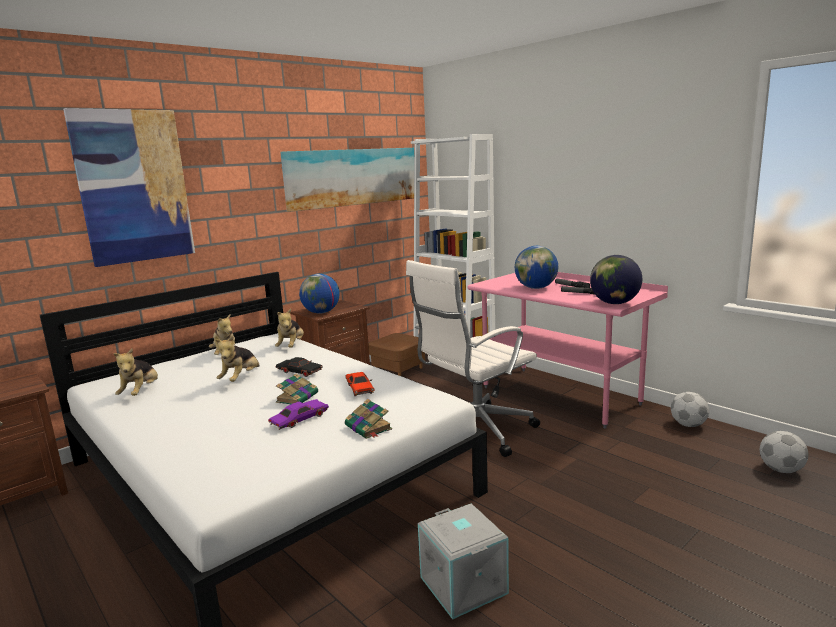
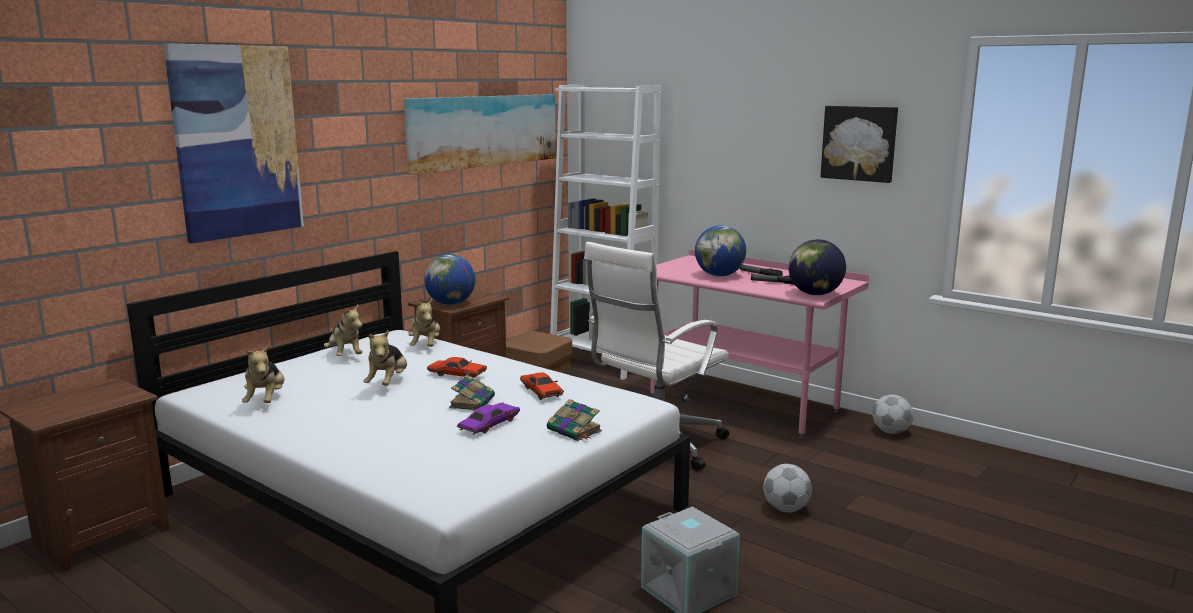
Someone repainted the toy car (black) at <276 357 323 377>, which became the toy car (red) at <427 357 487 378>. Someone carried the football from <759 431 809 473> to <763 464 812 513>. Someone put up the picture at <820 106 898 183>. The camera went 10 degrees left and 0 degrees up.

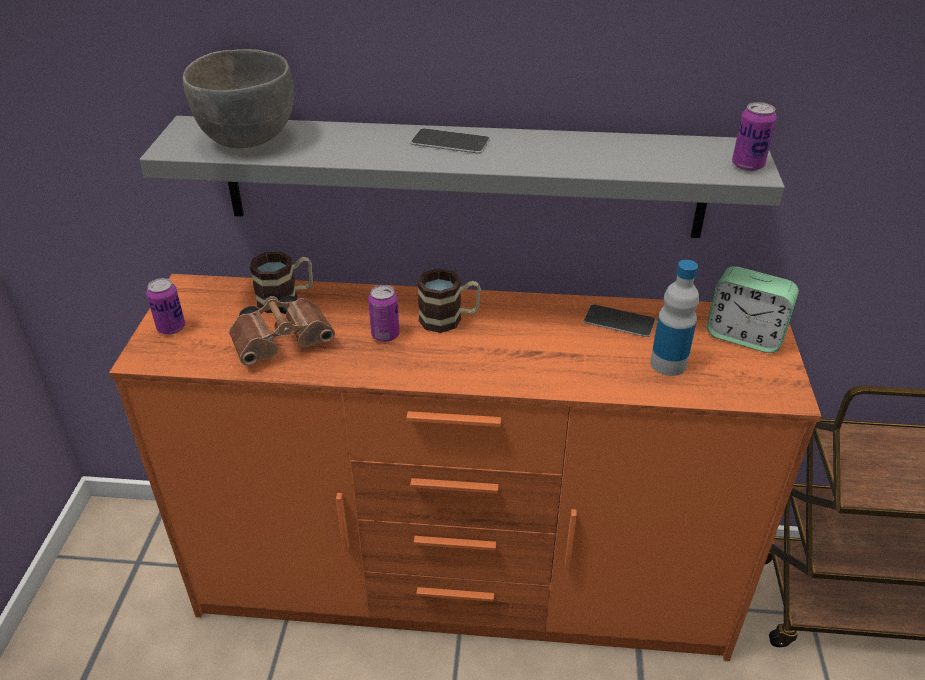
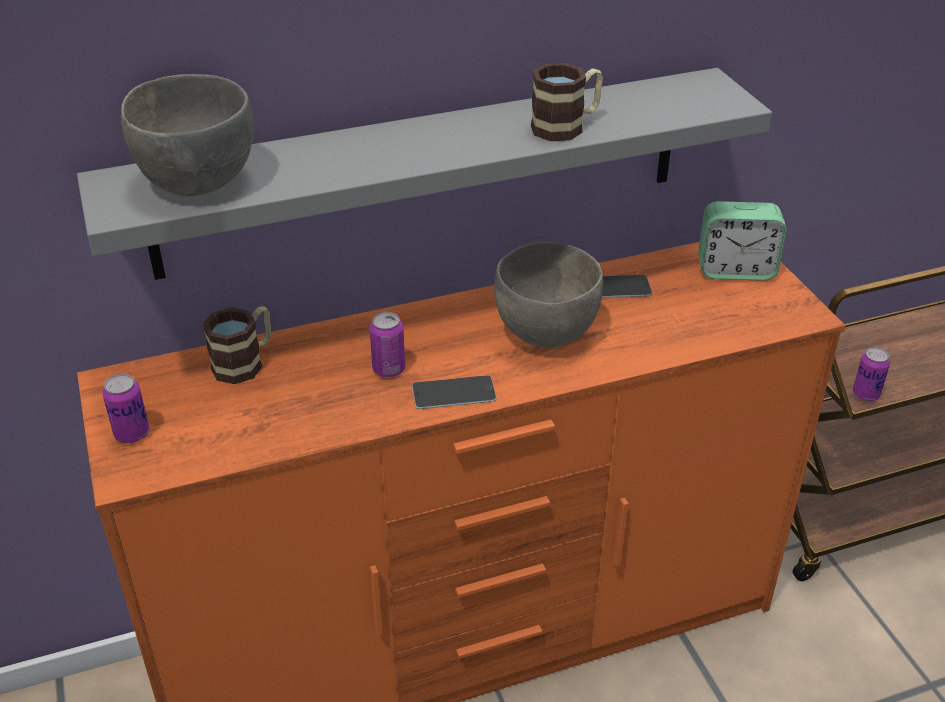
Someone carried the phone from <411 128 490 154> to <412 375 497 409>. Someone put down the bowl (grey) at <494 242 603 348>. Someone carried the mug from <417 268 481 333> to <531 63 603 141>. Someone carried the can from <732 102 777 171> to <853 347 890 401>. Someone took away the binoculars (brown) at <229 296 335 365>. Someone took away the bottle at <650 260 699 376>. The camera went 25 degrees left and 0 degrees up.

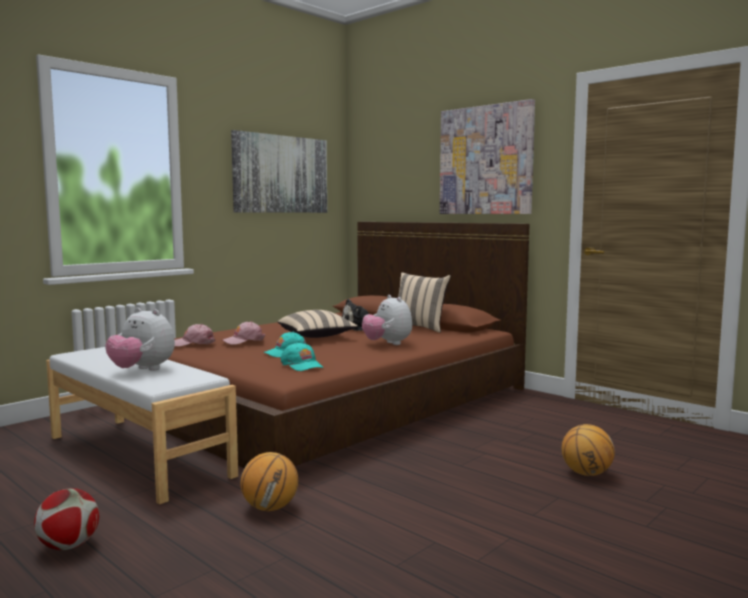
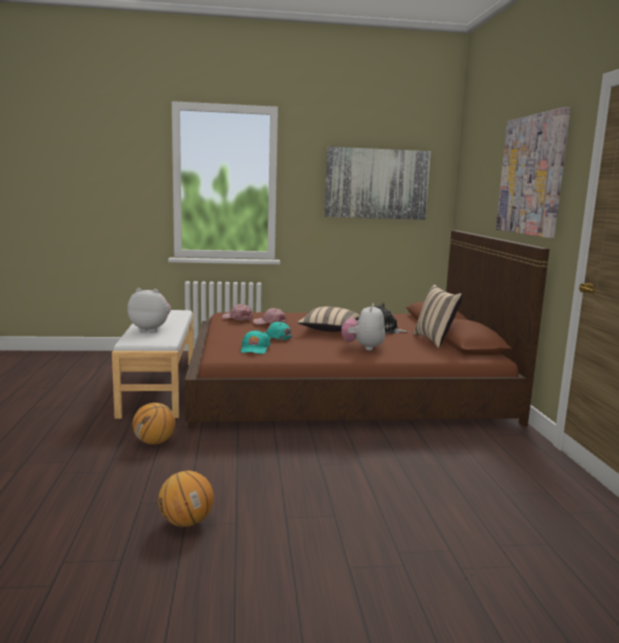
Someone rotated the plush toy at <105 308 175 371> by 120 degrees clockwise. Someone carried the basketball from <562 424 615 476> to <158 471 214 527>. Someone took away the football at <34 488 99 550>. The camera went 40 degrees right and 5 degrees up.

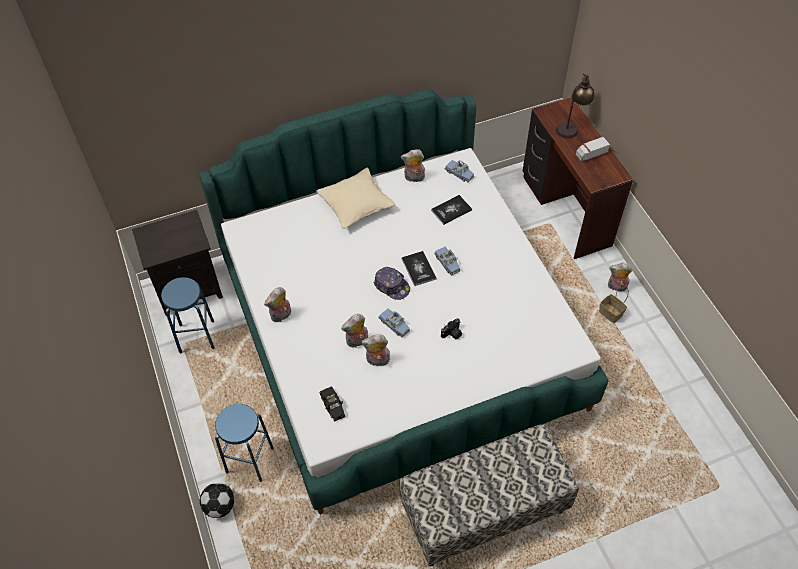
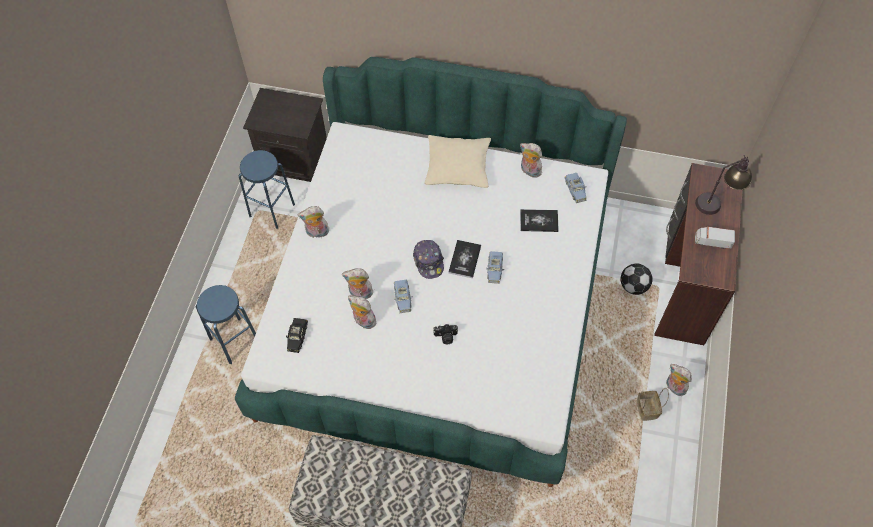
Someone carried the football from <200 483 234 518> to <620 263 653 295>. The camera went 35 degrees right and 5 degrees up.

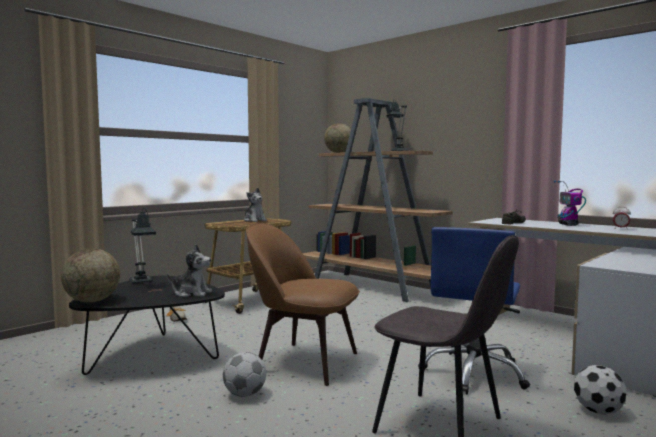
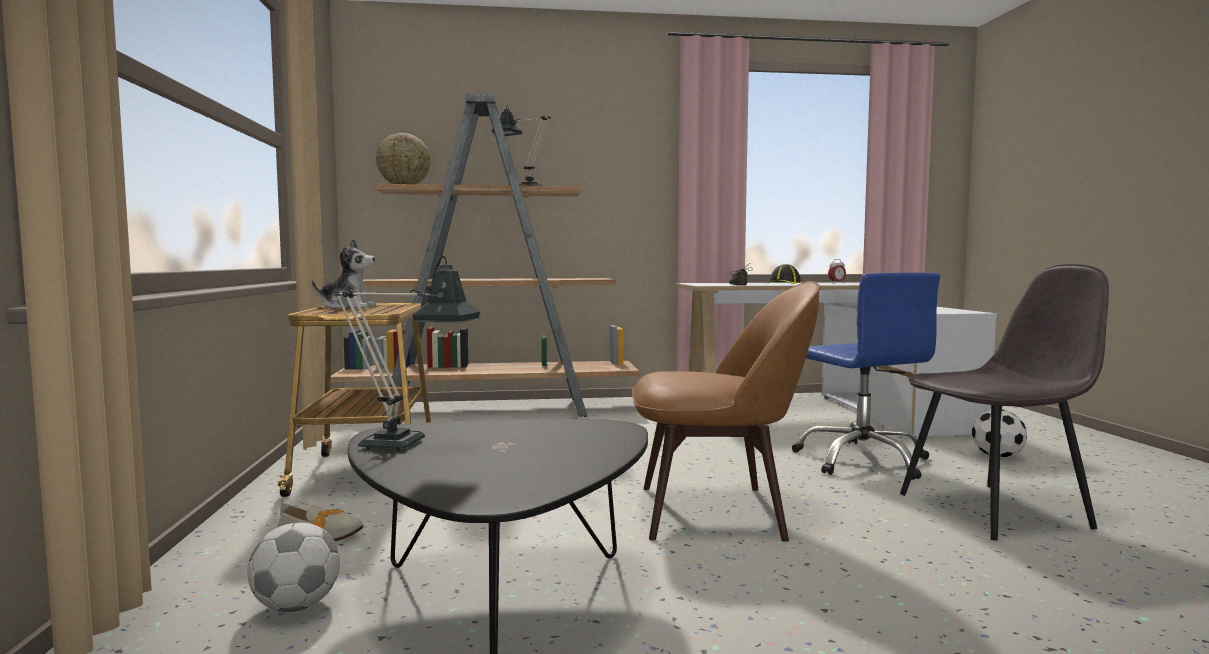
Someone carried the football from <223 352 266 397> to <247 522 340 612>. Someone rotated the chair (brown) at <246 223 360 386> by 150 degrees counterclockwise. Someone swapped the toy robot at <554 181 586 226> for the cap at <769 264 801 284>. Someone took away the globe at <61 248 120 303>. Someone took away the plush toy at <167 244 212 297>. The camera went 50 degrees left and 0 degrees up.

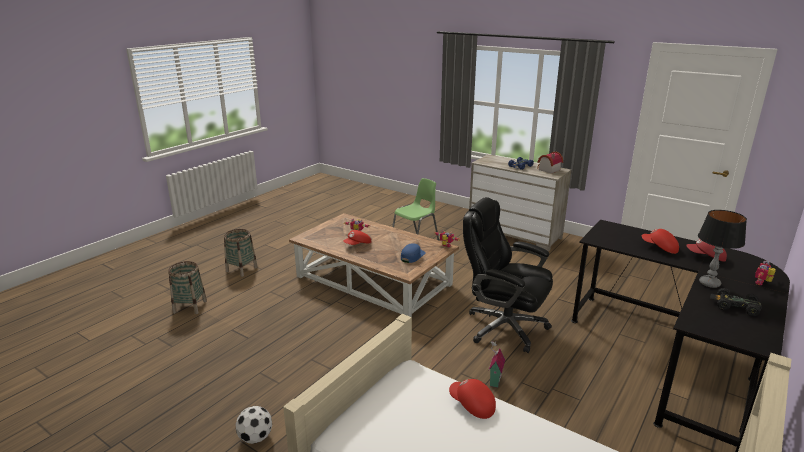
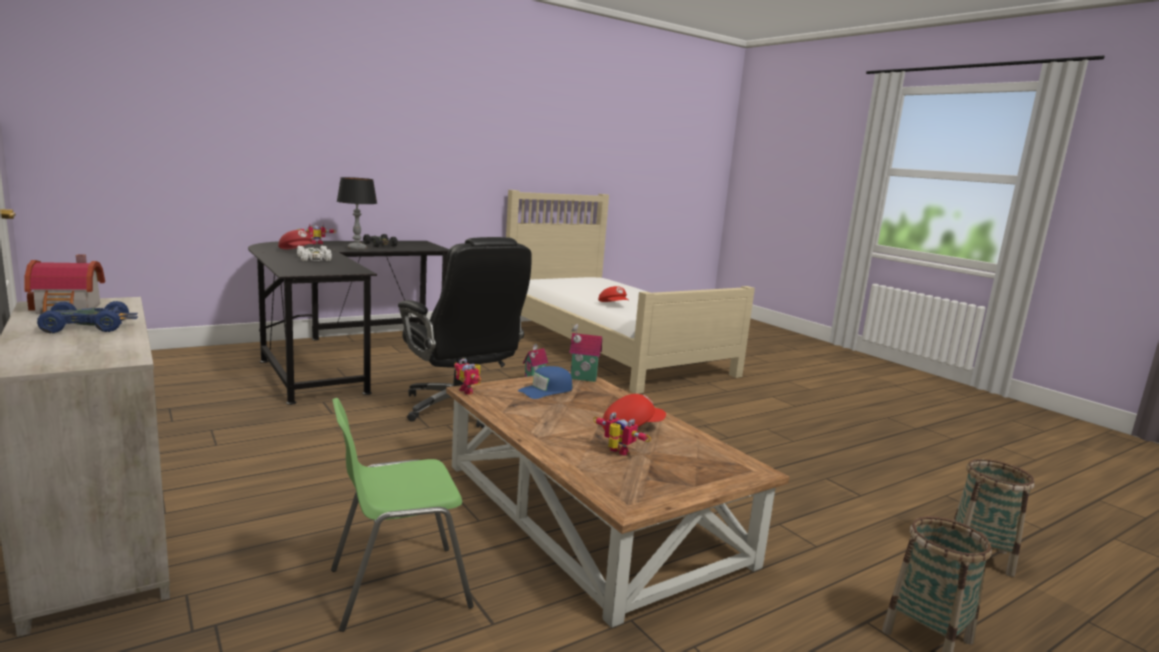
Someone swapped the cap (red) at <642 229 679 254> for the toy car (white) at <297 246 332 261>. Someone put down the toy house at <570 324 602 382>. Someone took away the football at <236 406 272 444>. The camera went 160 degrees left and 10 degrees down.

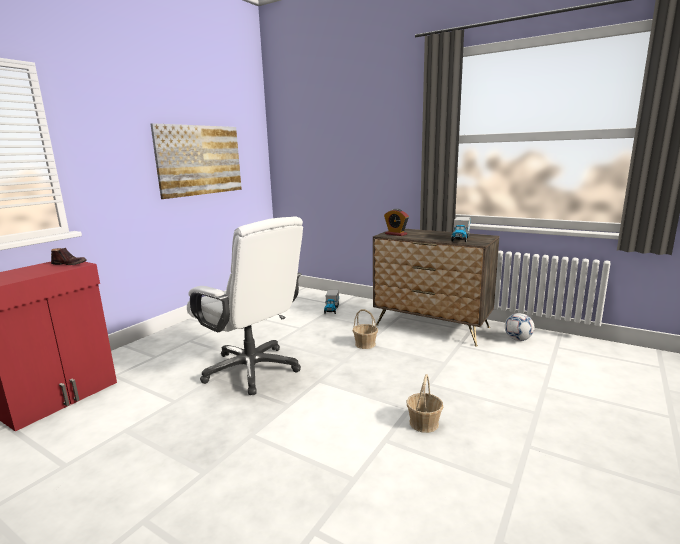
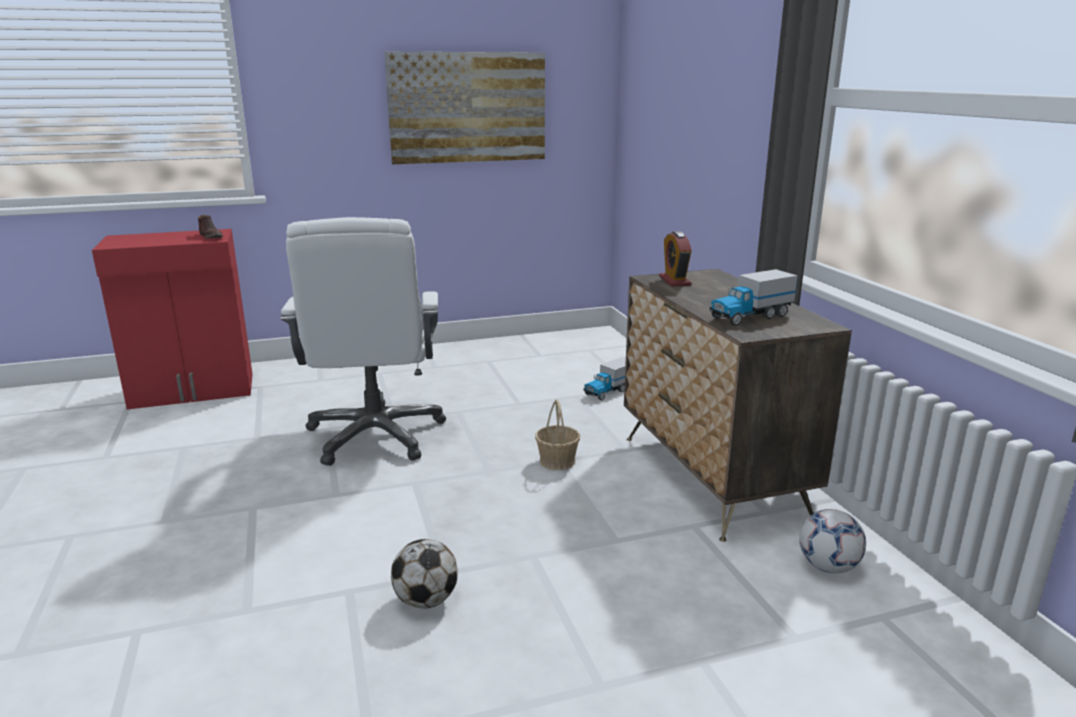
Someone swapped the basket at <407 374 443 433> for the football at <391 539 458 608>. The camera went 40 degrees right and 5 degrees up.

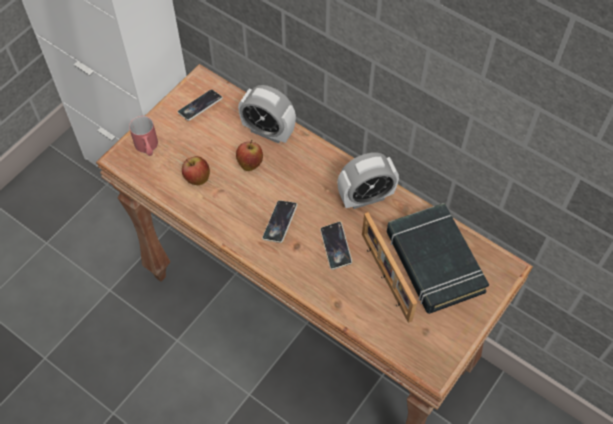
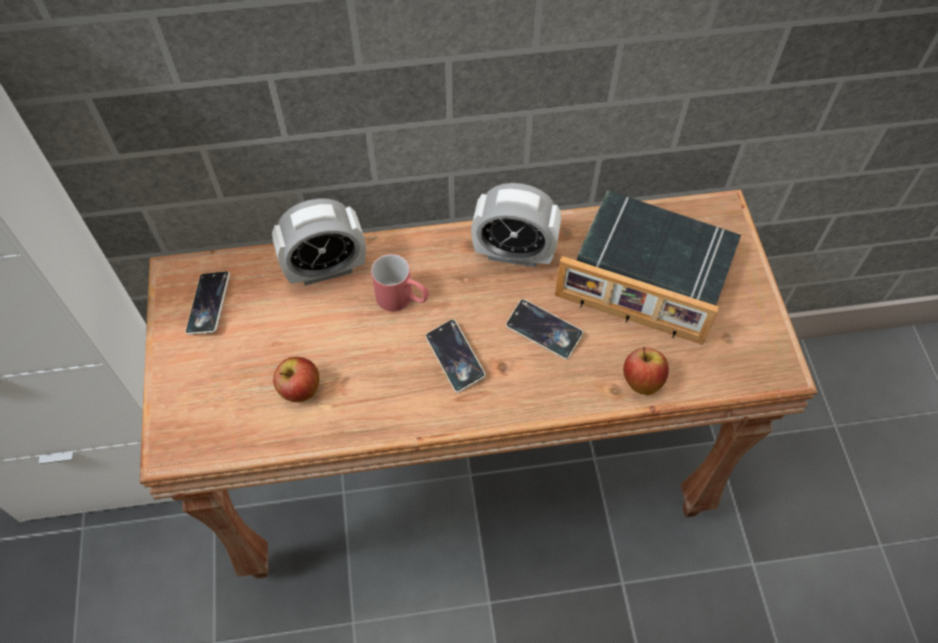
Someone carried the mug (red) from <129 116 158 156> to <371 254 429 311>. Someone rotated the alarm clock at <337 152 399 209> by 75 degrees clockwise. Someone carried the apple from <236 140 263 171> to <623 347 669 395>. The camera went 45 degrees left and 0 degrees up.

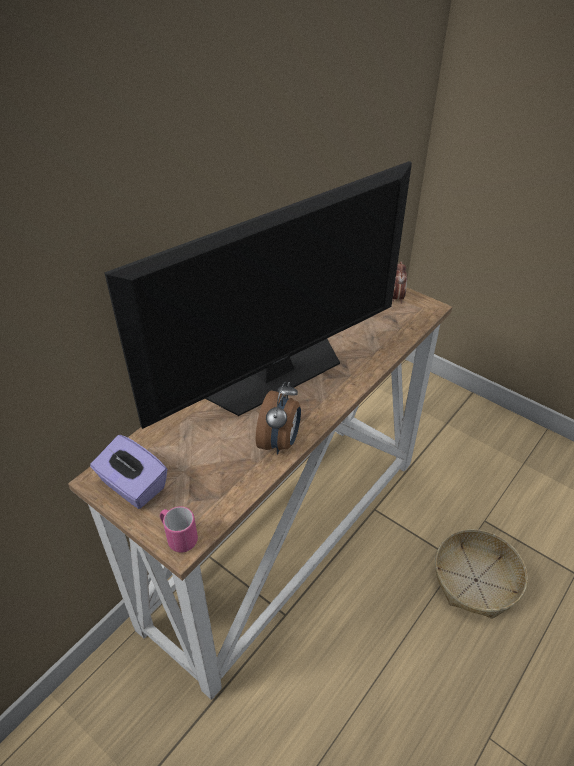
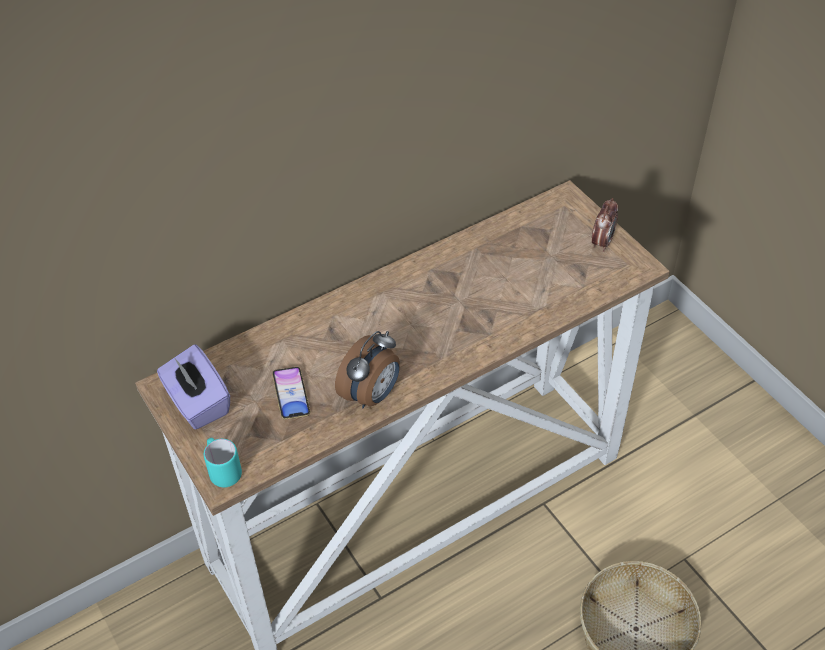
Someone repainted the mug (pink) at <160 506 198 553>, which became the mug (turquoise) at <204 438 242 487>. Someone put down the phone at <272 367 310 420>. Someone took away the television at <104 161 412 429>. The camera went 20 degrees right and 5 degrees up.

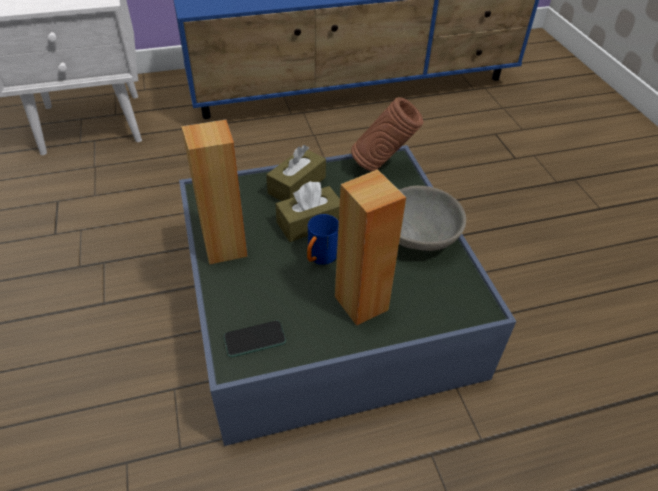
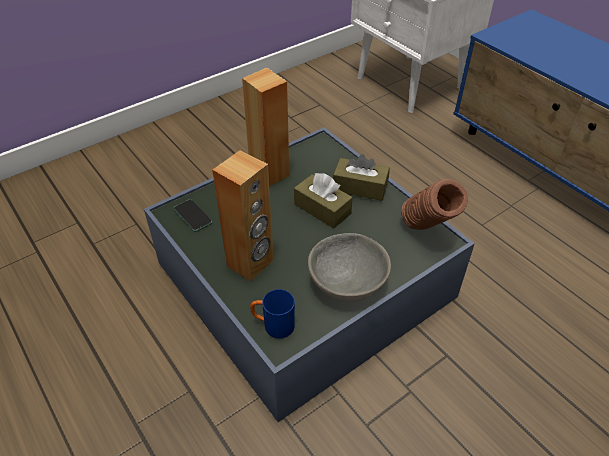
Someone carried the mug (blue) from <307 214 339 265> to <250 289 295 339>. The camera went 70 degrees right and 0 degrees up.

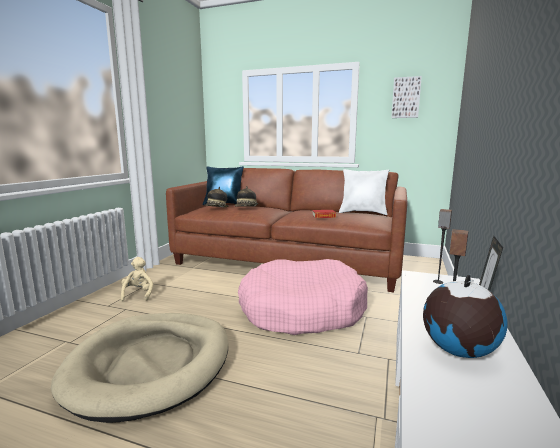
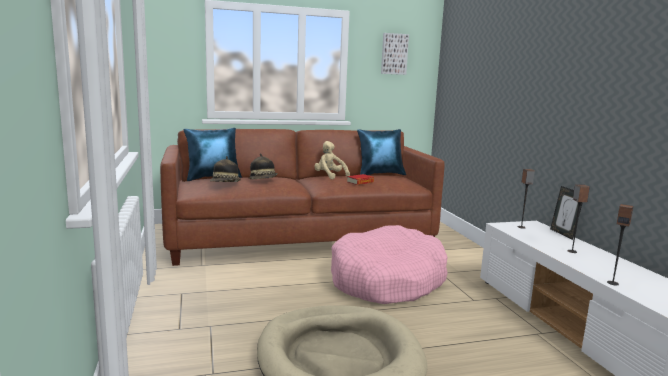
Someone carried the plush toy (beige) from <120 257 153 301> to <314 141 350 180>. Someone repainted the pillow (white) at <339 169 389 215>, which became the pillow (blue) at <357 129 406 175>. Someone put down the speaker at <607 204 634 286>. Someone took away the globe at <423 275 508 358>. The camera went 35 degrees left and 0 degrees up.

